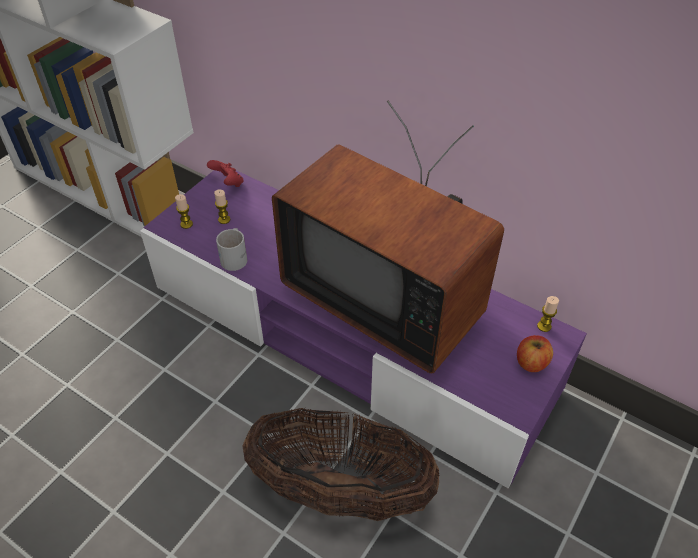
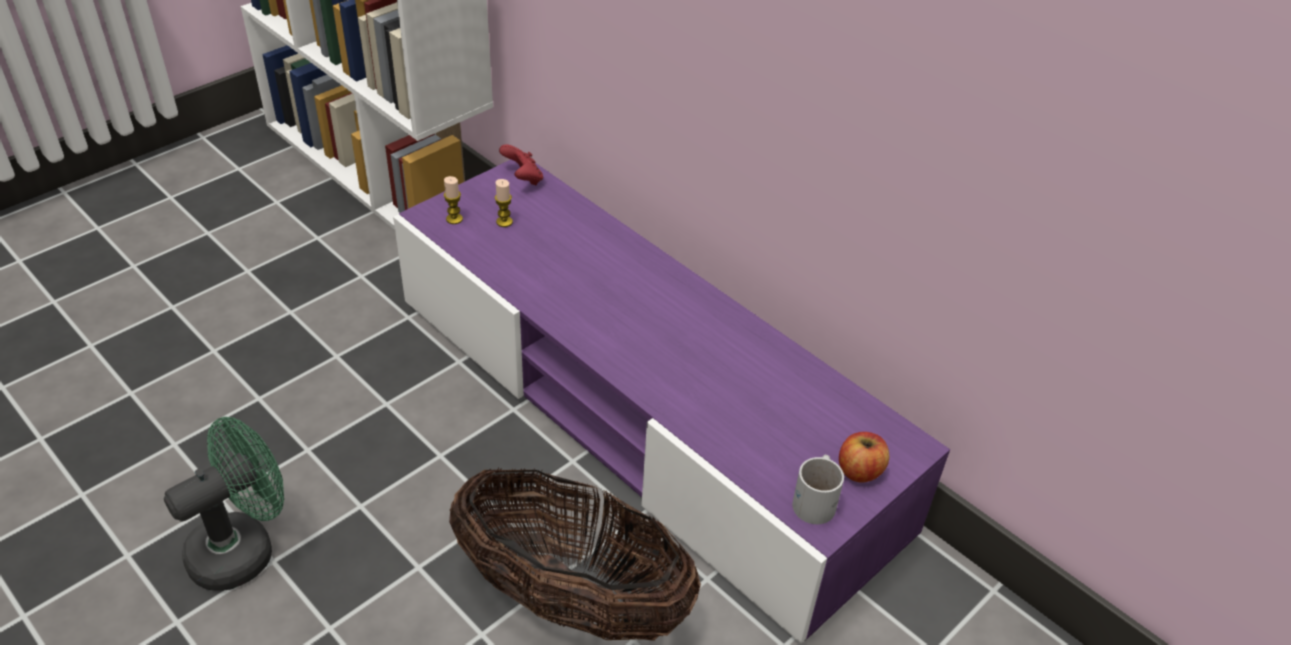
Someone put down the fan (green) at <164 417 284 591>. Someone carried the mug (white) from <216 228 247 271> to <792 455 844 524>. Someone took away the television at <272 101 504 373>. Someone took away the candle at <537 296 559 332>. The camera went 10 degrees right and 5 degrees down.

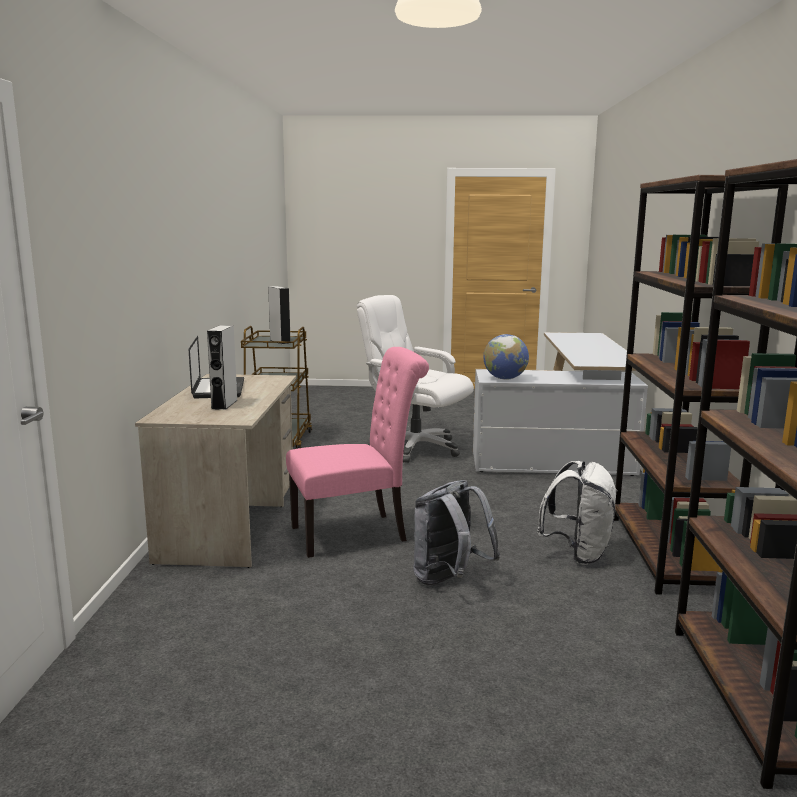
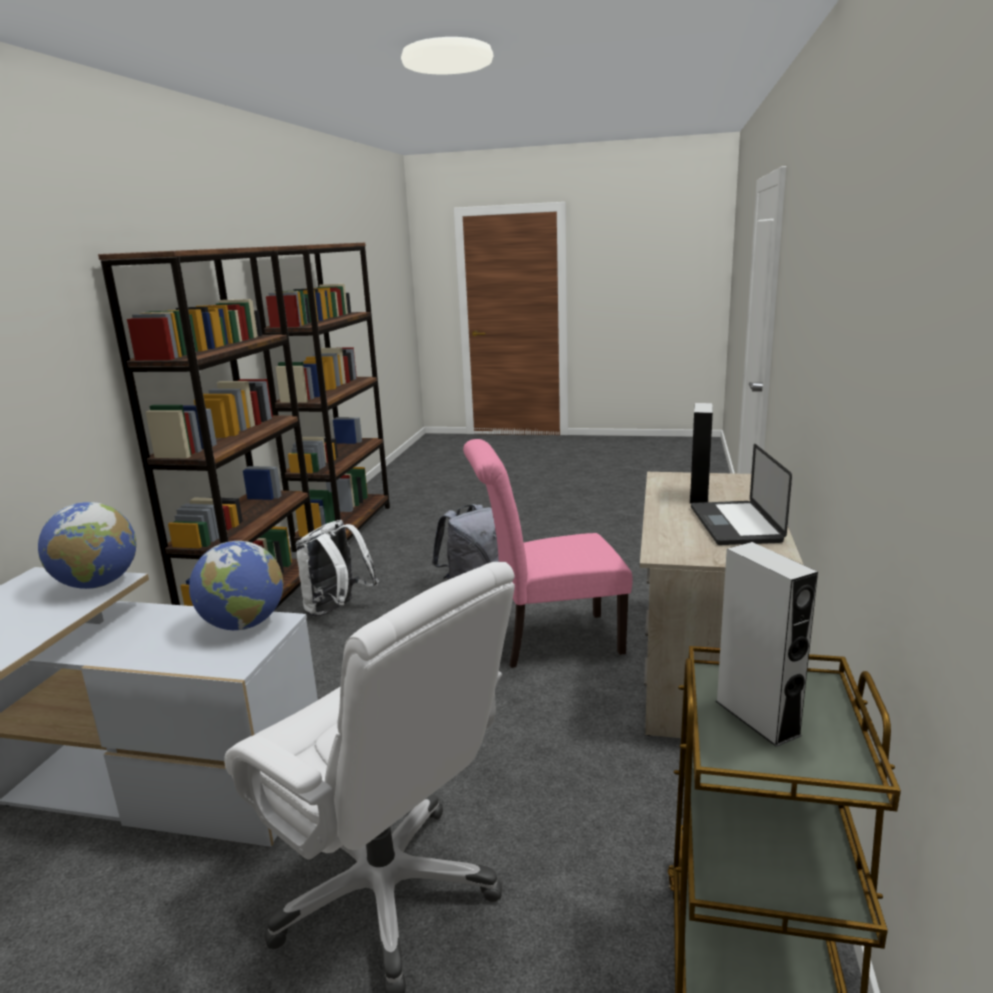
Someone put down the globe at <38 502 136 589>. The camera went 170 degrees left and 5 degrees up.

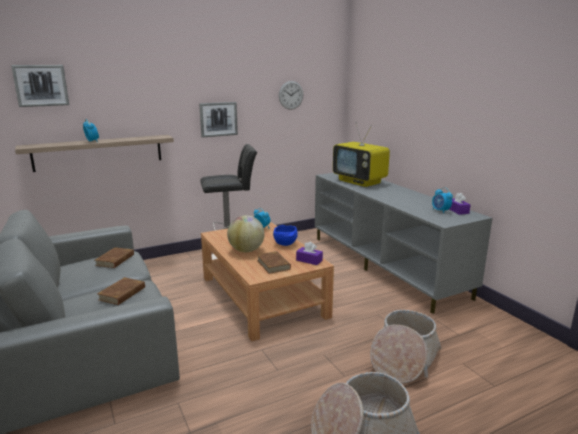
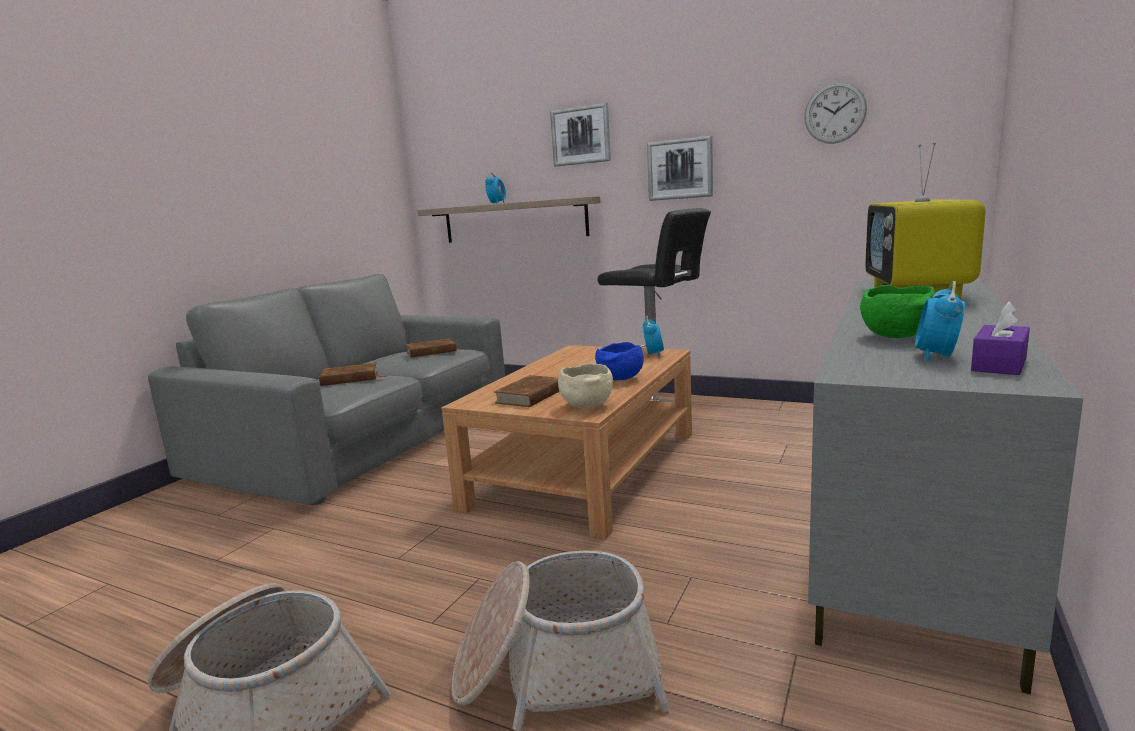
Someone carried the picture from <11 65 69 107> to <550 103 611 166>. Someone swapped the tissue box (purple) at <296 242 323 265> for the bowl (beige) at <558 363 613 408>. Someone put down the bowl (green) at <860 285 935 338>. Someone took away the globe at <227 215 265 252>. The camera went 55 degrees right and 5 degrees down.

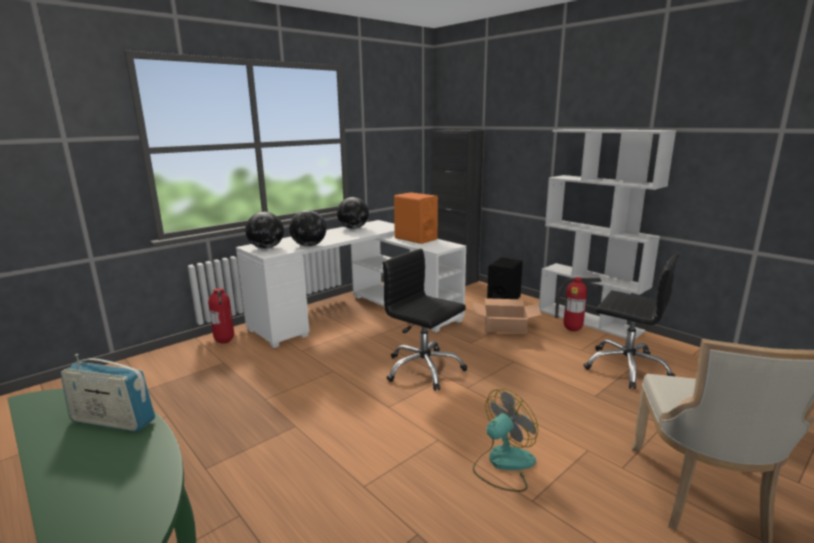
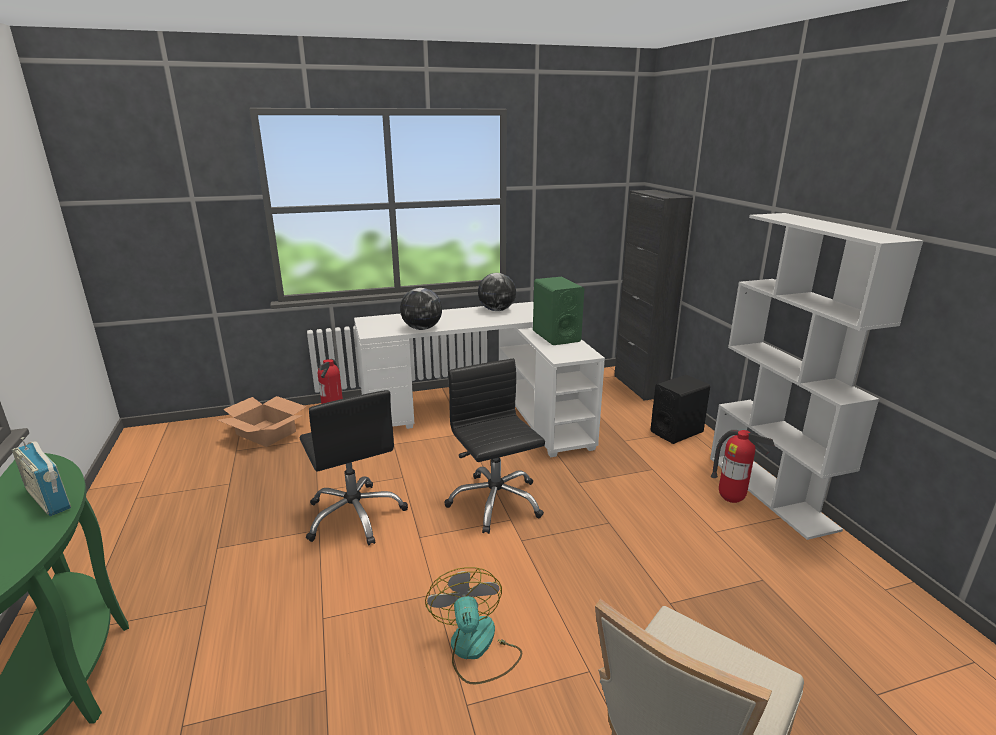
Someone carried the cardboard box from <473 298 542 334> to <218 396 307 447>. Someone carried the office chair (black) from <584 254 679 389> to <300 390 408 546>. Someone rotated the fan at <473 389 538 492> by 90 degrees counterclockwise. Someone repainted the speaker (orange) at <394 192 438 244>, which became the speaker (green) at <533 277 584 345>. Someone took away the globe at <245 212 284 249>. The camera went 25 degrees right and 5 degrees up.

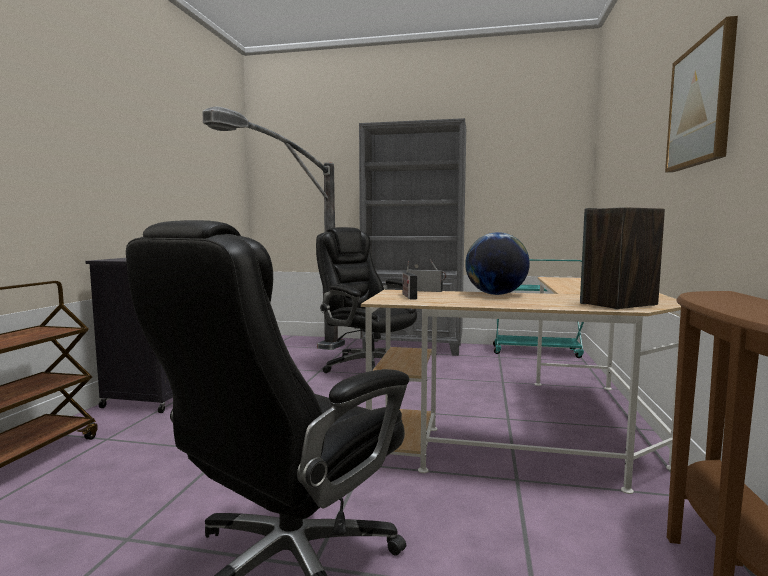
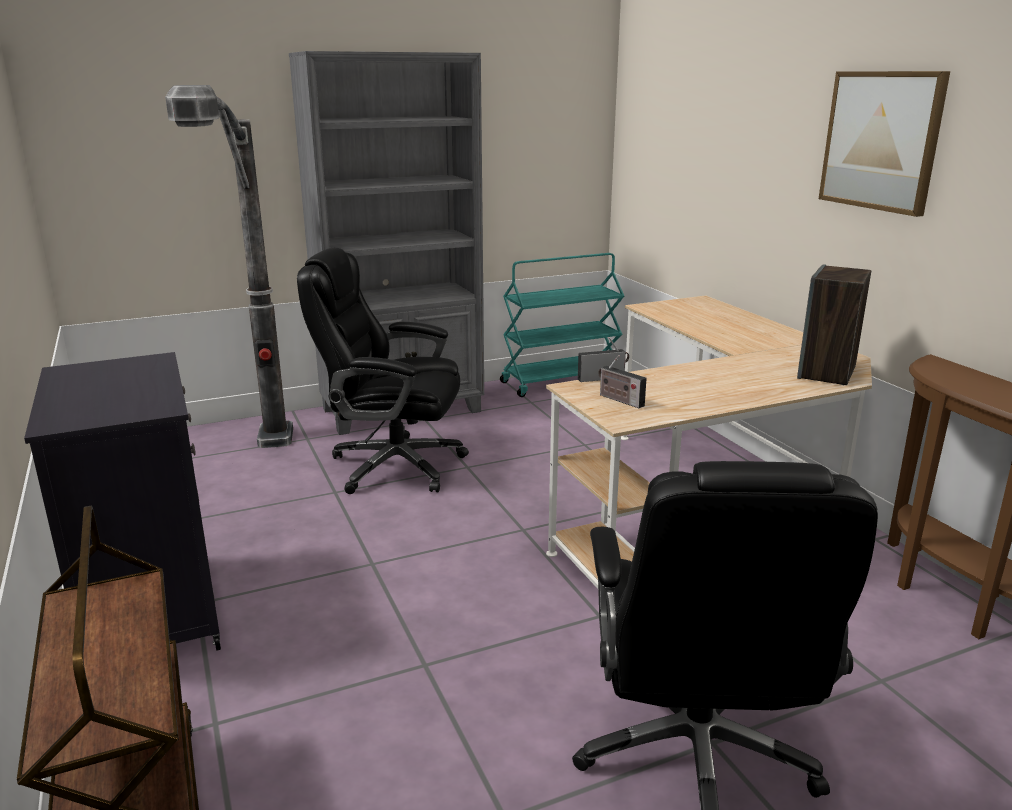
Someone took away the globe at <465 232 530 295>. The camera went 35 degrees left and 15 degrees up.

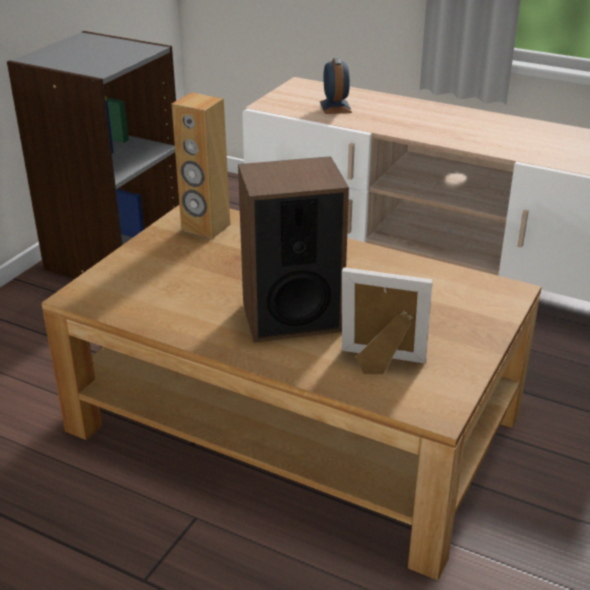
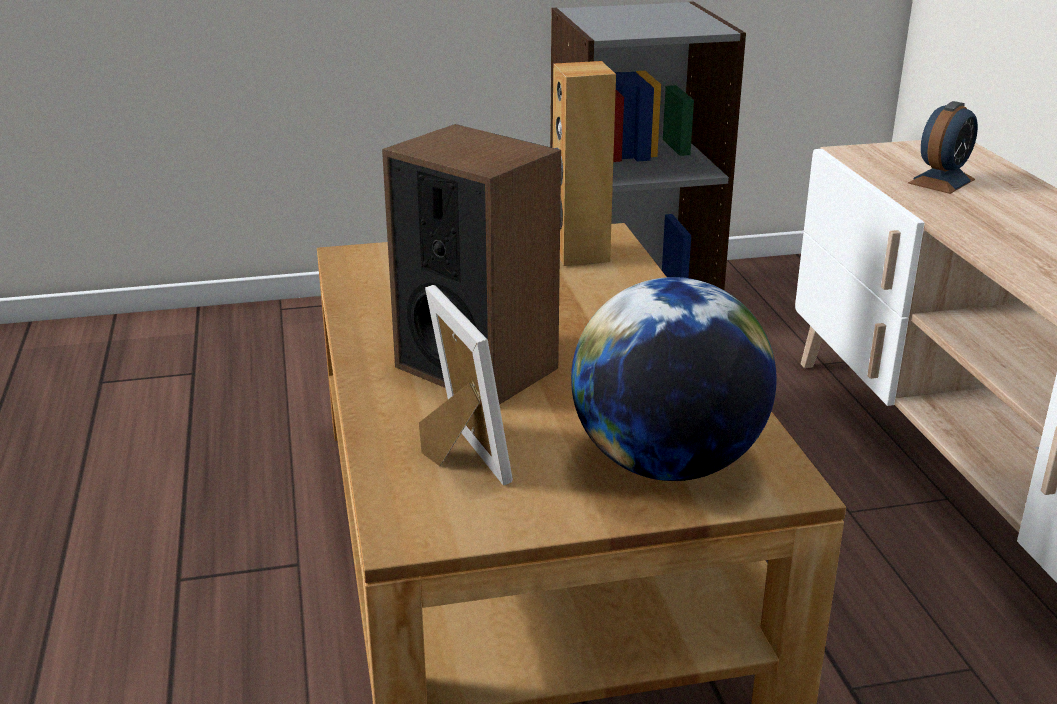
Someone put down the globe at <571 277 776 481>. The camera went 50 degrees right and 5 degrees down.

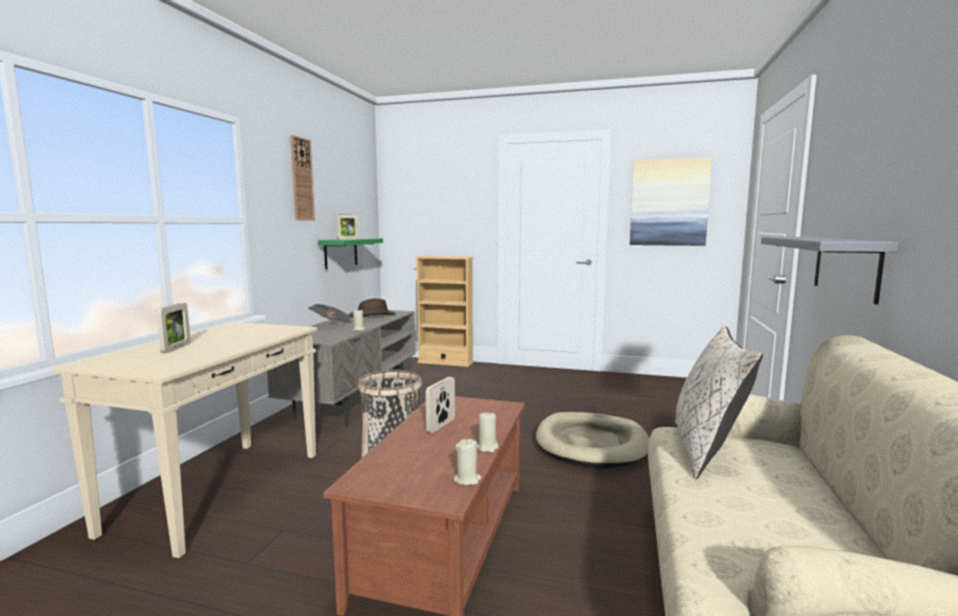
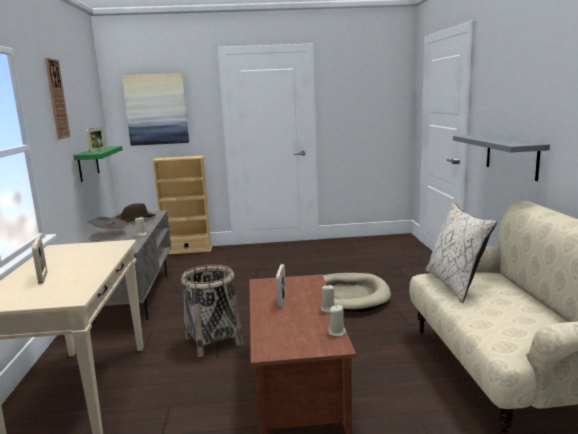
Someone carried the picture from <630 158 712 246> to <122 73 189 146>. The camera went 20 degrees left and 5 degrees up.

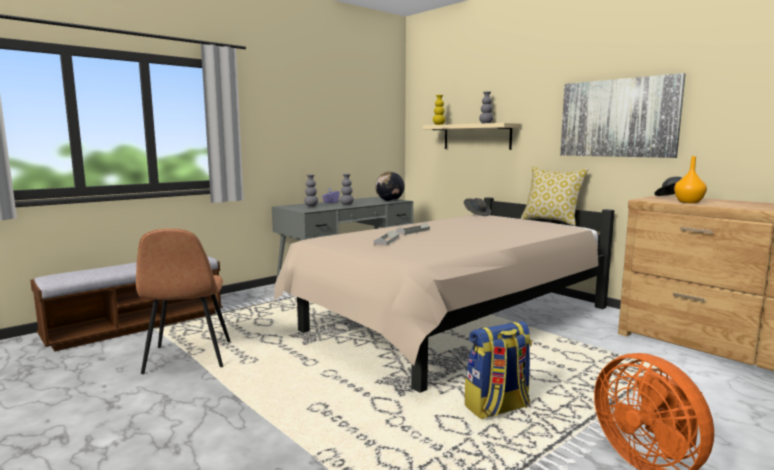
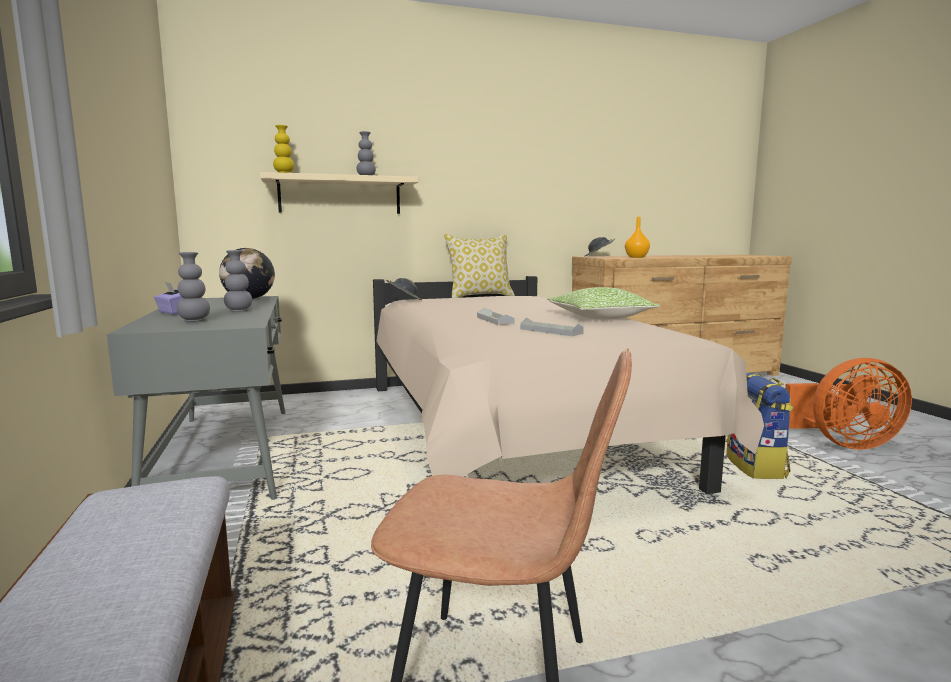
Someone put down the pillow at <547 287 660 319>. Someone took away the picture at <560 73 686 158>. The camera went 65 degrees left and 0 degrees up.

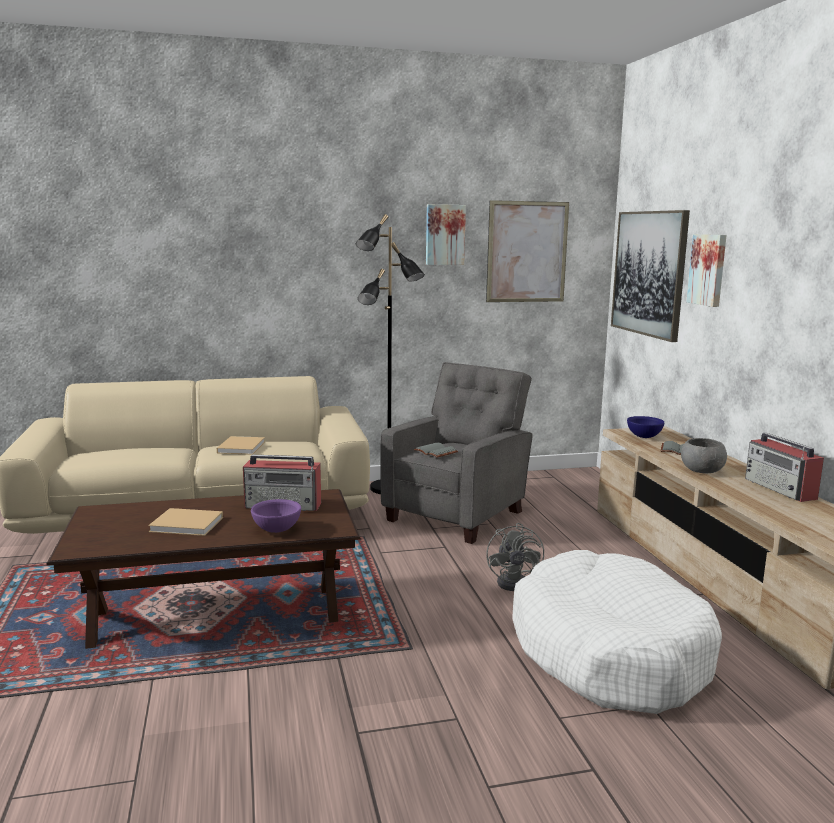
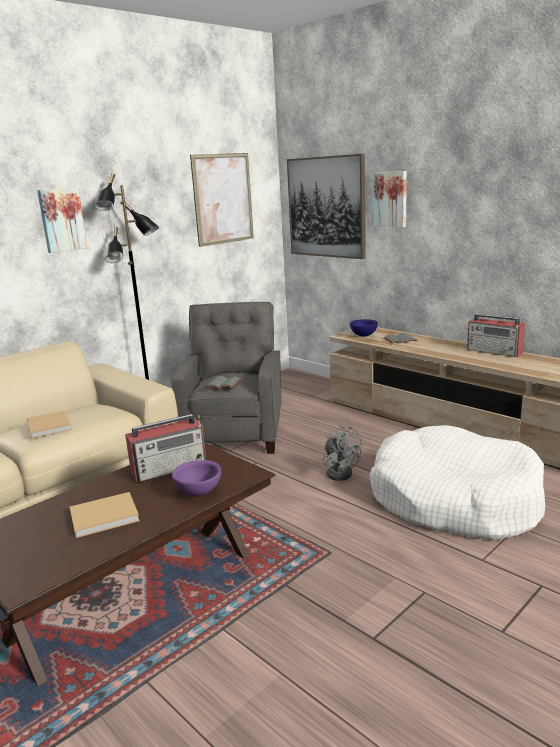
Someone carried the picture from <426 204 466 265> to <37 187 88 253>. Someone took away the bowl (grey) at <681 438 727 474>. The camera went 30 degrees left and 5 degrees up.

